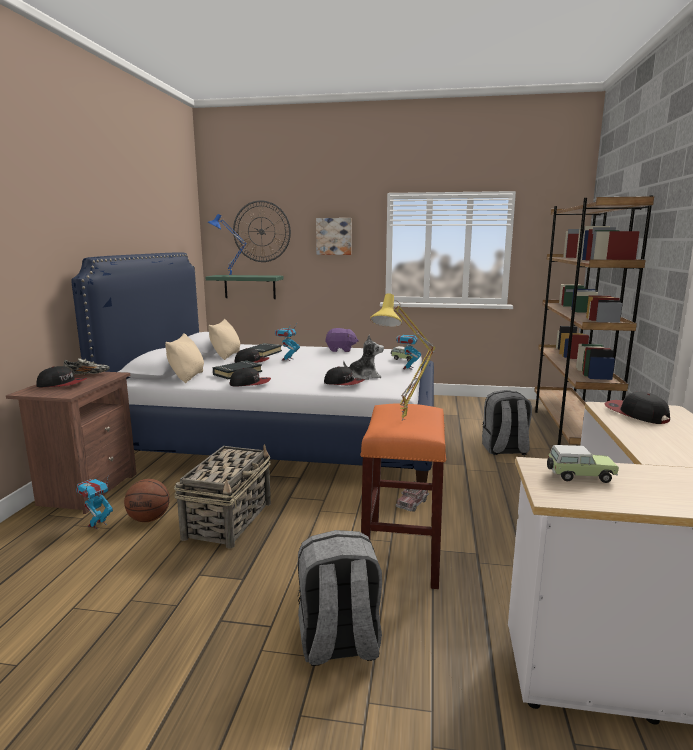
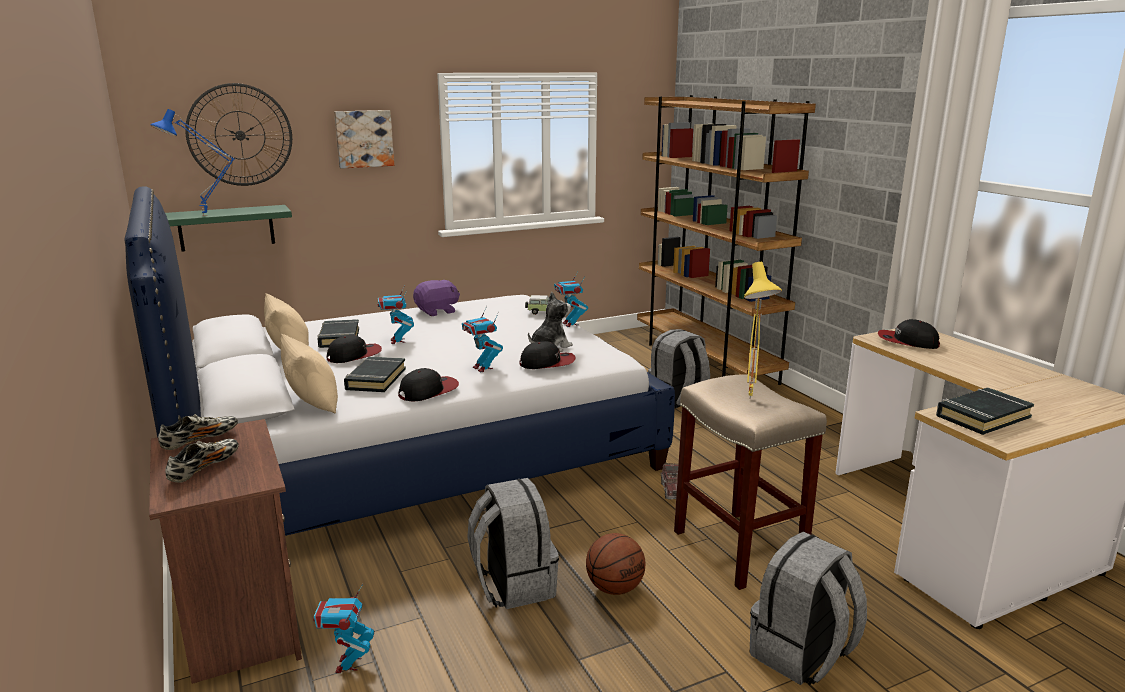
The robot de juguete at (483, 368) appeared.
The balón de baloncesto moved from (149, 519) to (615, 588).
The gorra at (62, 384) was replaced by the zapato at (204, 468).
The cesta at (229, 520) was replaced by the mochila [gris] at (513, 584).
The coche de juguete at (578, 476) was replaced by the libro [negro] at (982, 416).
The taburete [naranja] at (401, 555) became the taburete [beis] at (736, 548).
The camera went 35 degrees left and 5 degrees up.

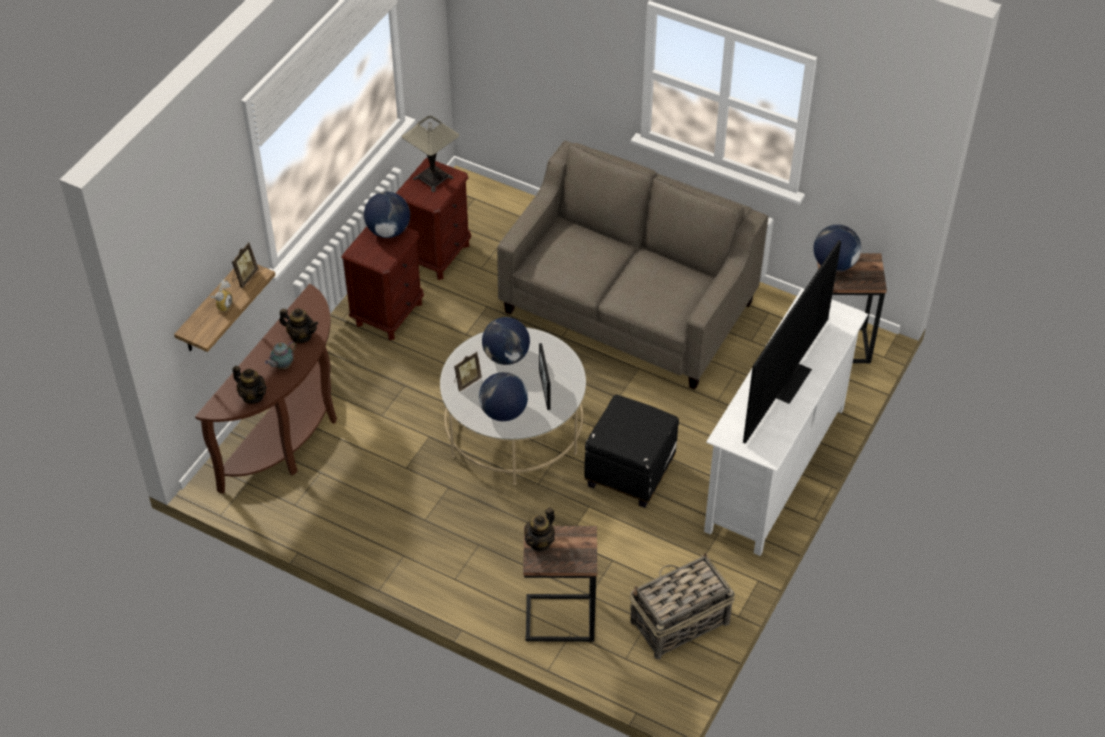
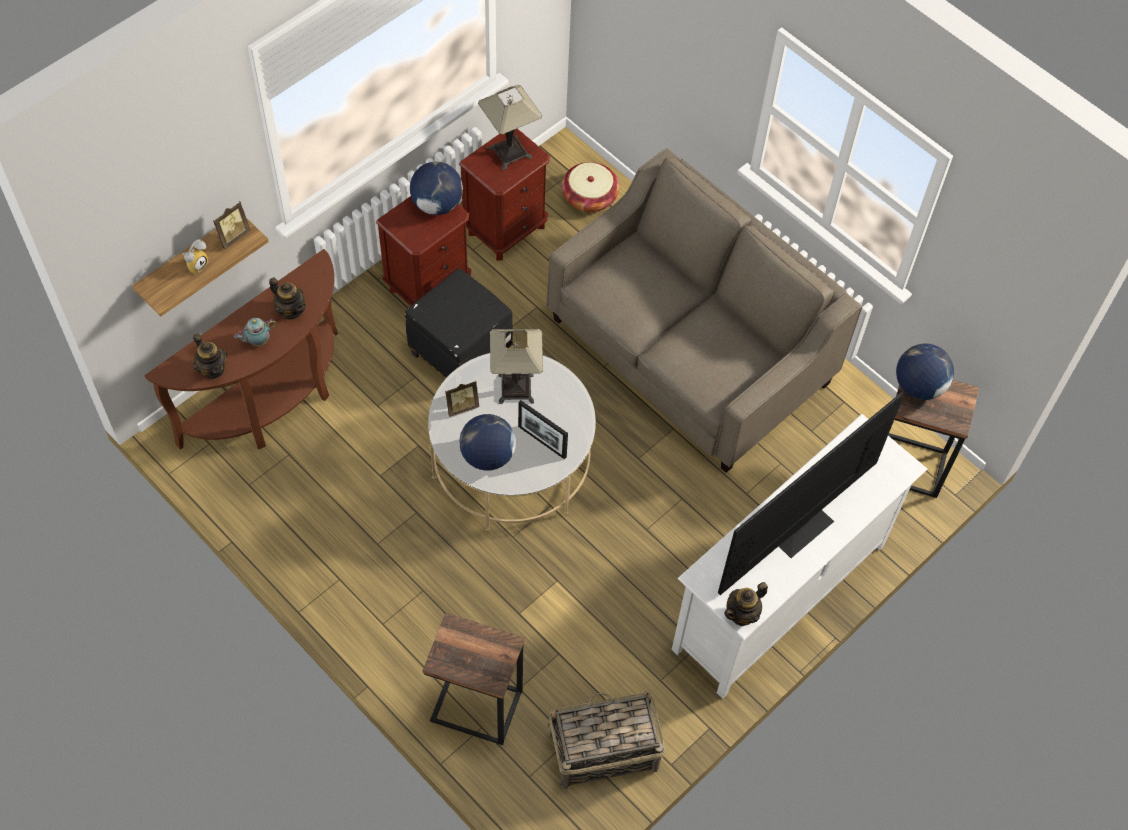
The cesta at (589, 197) appeared.
The tetera moved from (540, 542) to (742, 614).
The puf [negro] moved from (629, 471) to (460, 351).
The globo terráqueo at (506, 356) was replaced by the lámpara de mesa at (516, 388).
The portarretratos at (544, 390) turned 60 degrees counterclockwise.
The camera went 15 degrees right and 10 degrees up.

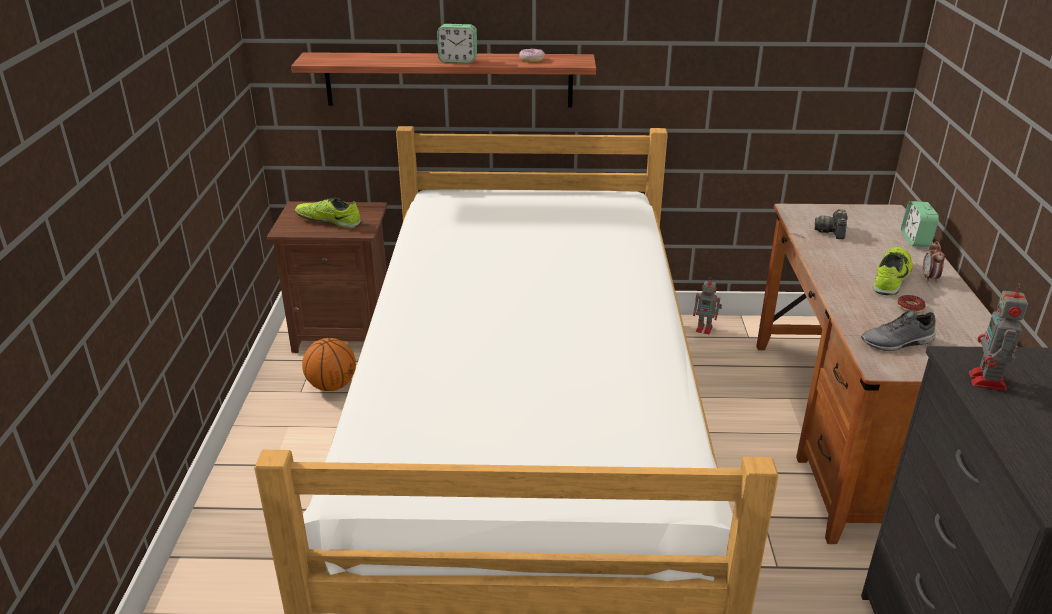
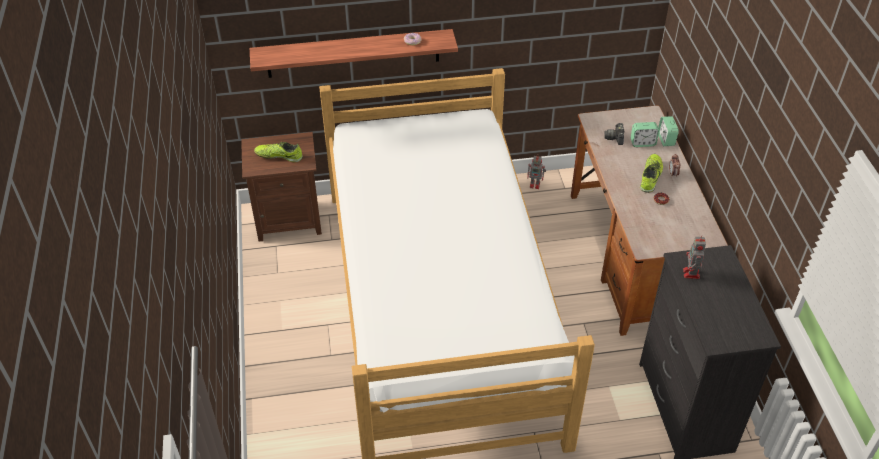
The balón de baloncesto at (332, 385) disappeared.
The zapato [gris] at (897, 343) disappeared.
The despertador moved from (458, 60) to (642, 143).
The camera went 10 degrees left and 15 degrees up.

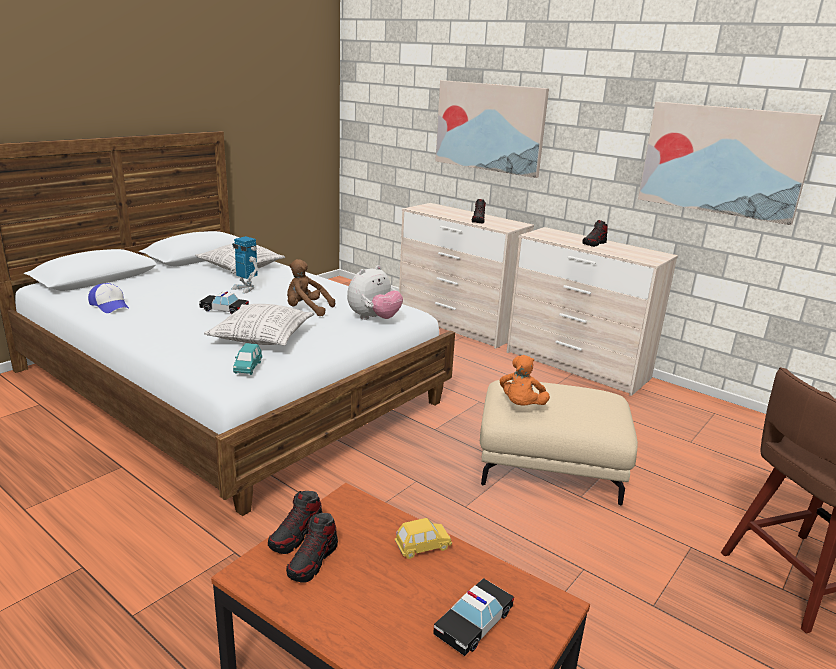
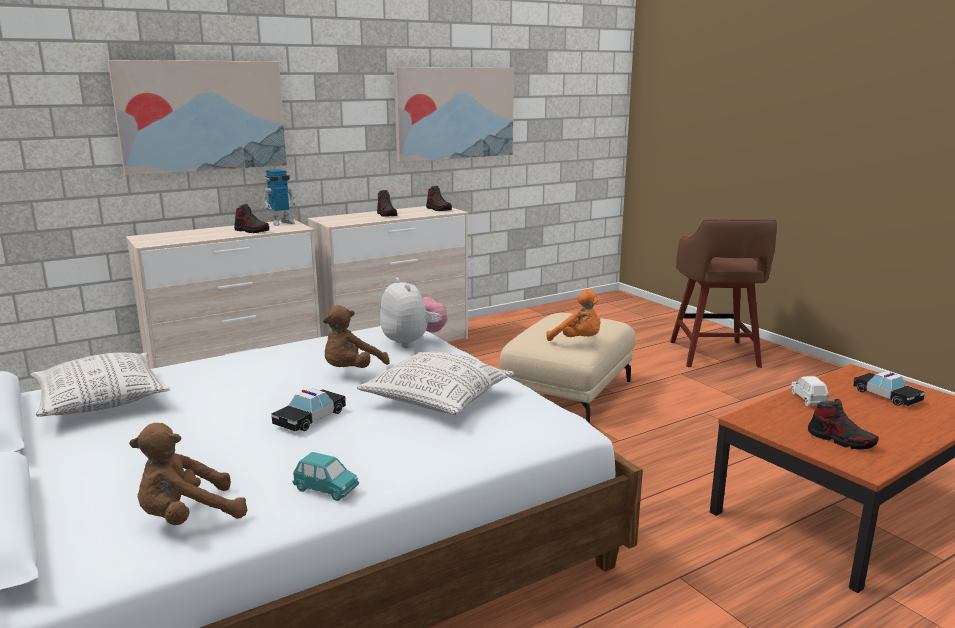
The robot de juguete moved from (245, 289) to (281, 223).
The coche de juguete [turquesa] moved from (248, 368) to (326, 489).
The zapato moved from (296, 535) to (438, 209).
The gorra at (110, 305) was replaced by the peluche [marrón] at (188, 518).
The coche de juguete [amarillo] at (422, 547) became the coche de juguete [blanco] at (808, 399).
The camera went 70 degrees left and 5 degrees down.

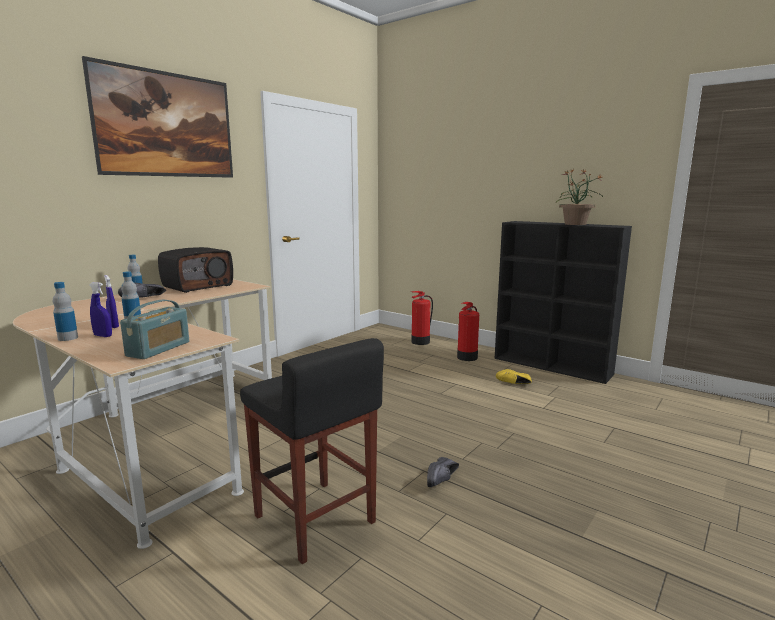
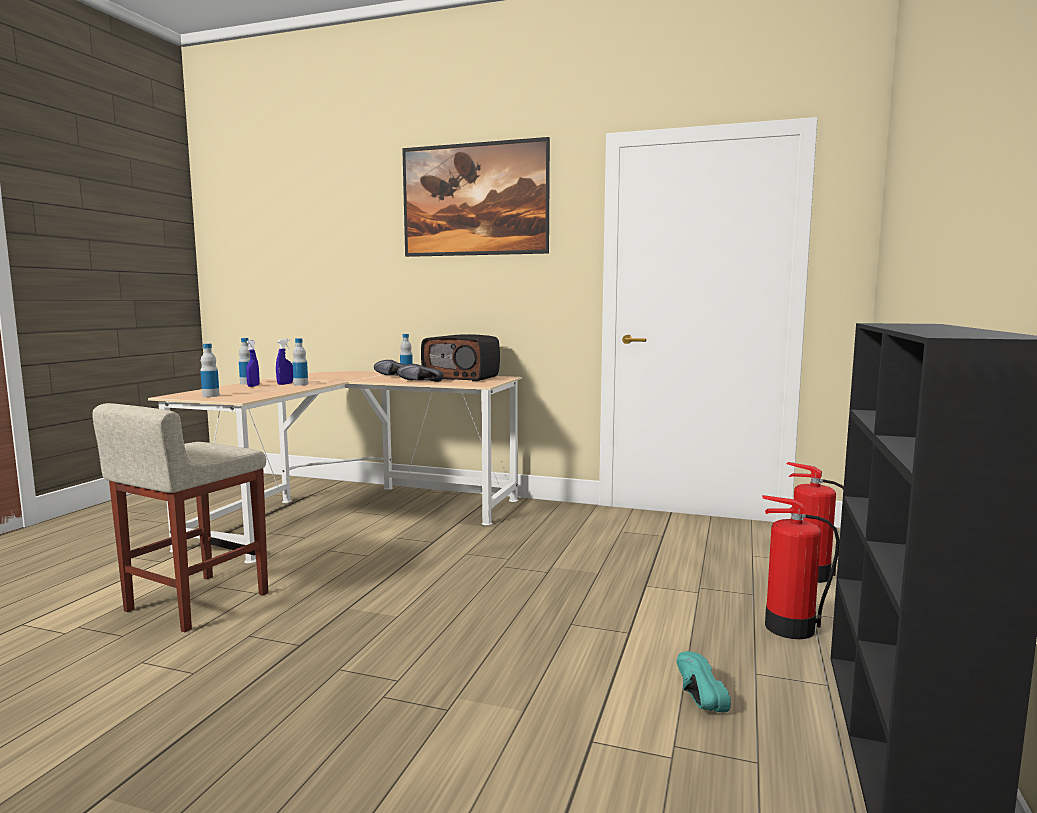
The planta en maceta at (575, 224) disappeared.
The zapato [negro] moved from (443, 480) to (420, 382).
The radio at (158, 349) was replaced by the botella at (210, 396).
The taburete [negro] at (315, 520) became the taburete [beis] at (195, 602).
The zapato [amarillo] at (514, 384) became the zapato [turquesa] at (694, 695).
The camera went 70 degrees right and 5 degrees down.

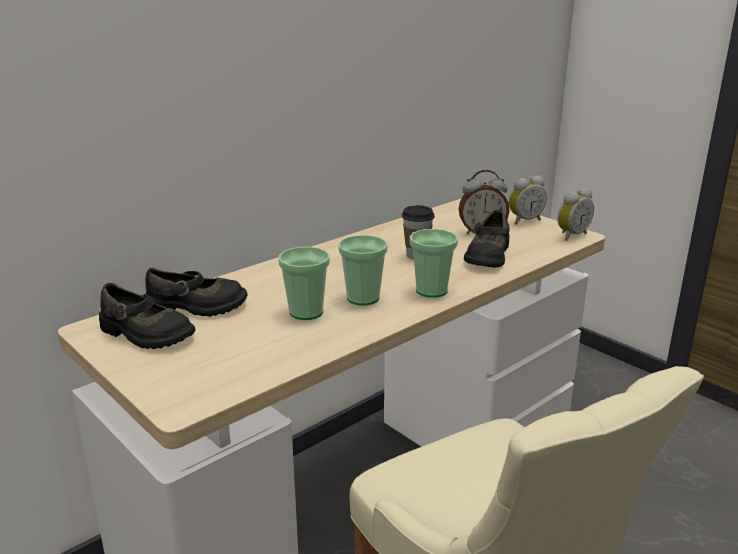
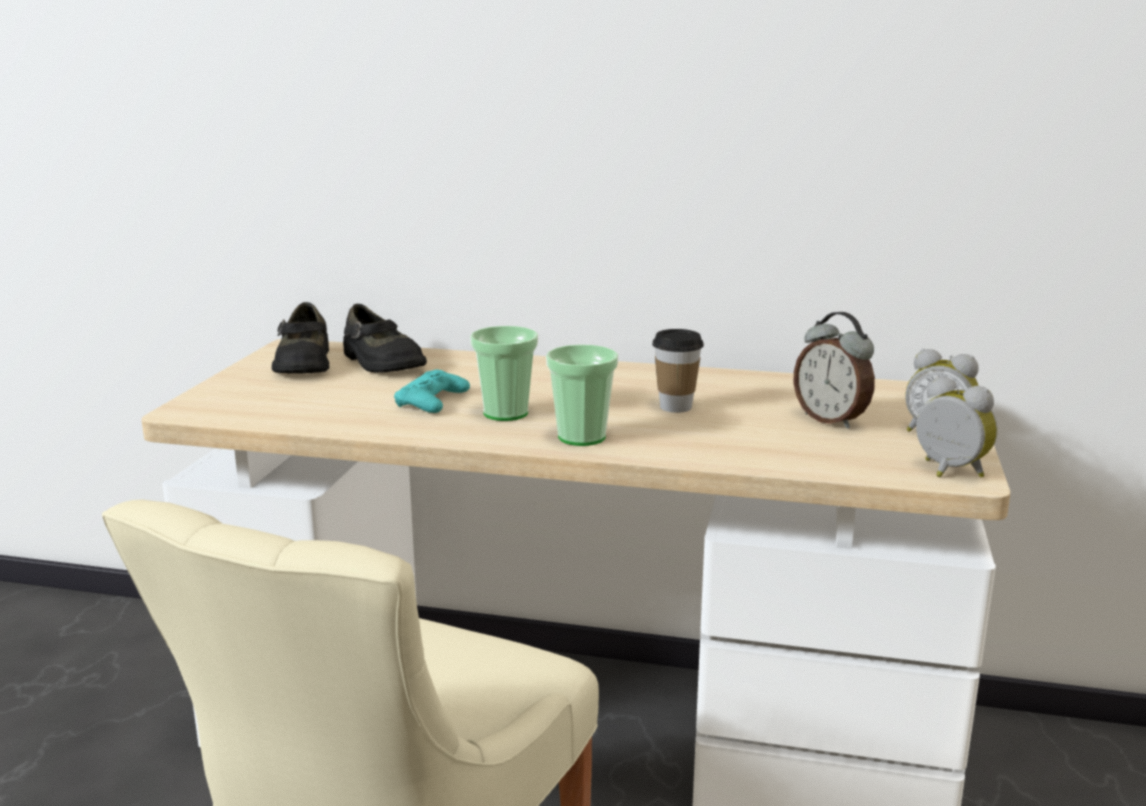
The zapato [negro] at (487, 255) disappeared.
The taza at (306, 312) was replaced by the mando de consola [turquesa] at (432, 400).
The despertador at (571, 235) turned 150 degrees counterclockwise.
The camera went 55 degrees right and 5 degrees down.

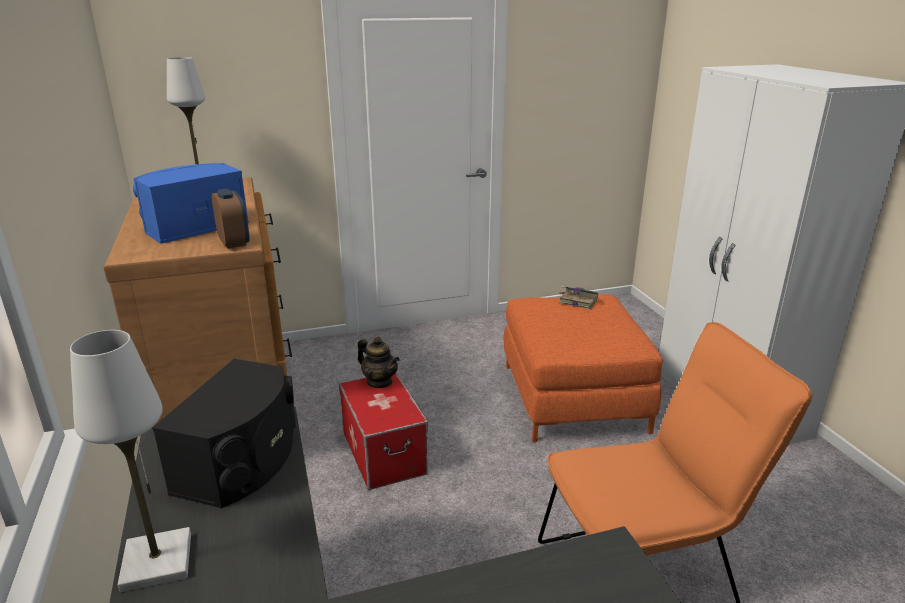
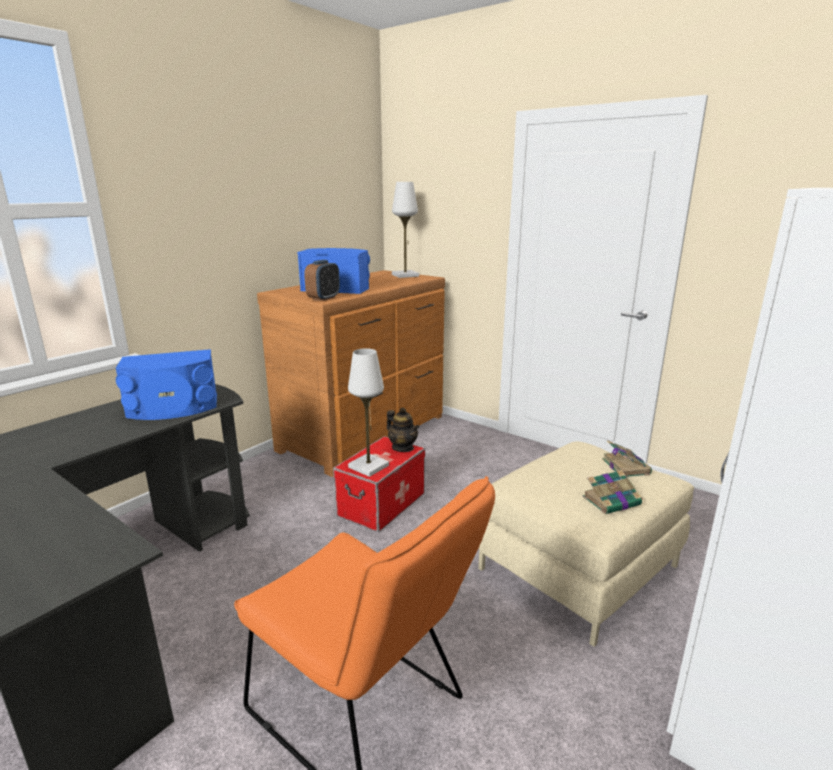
The libro at (612, 501) appeared.
The lámpara de mesa [blanco] moved from (157, 561) to (368, 466).
The altavoz [negro] at (243, 461) became the altavoz [azul] at (173, 408).
The puf [naranja] at (574, 397) became the puf [beis] at (579, 568).
The tetera at (379, 382) turned 45 degrees counterclockwise.
The camera went 55 degrees right and 5 degrees down.

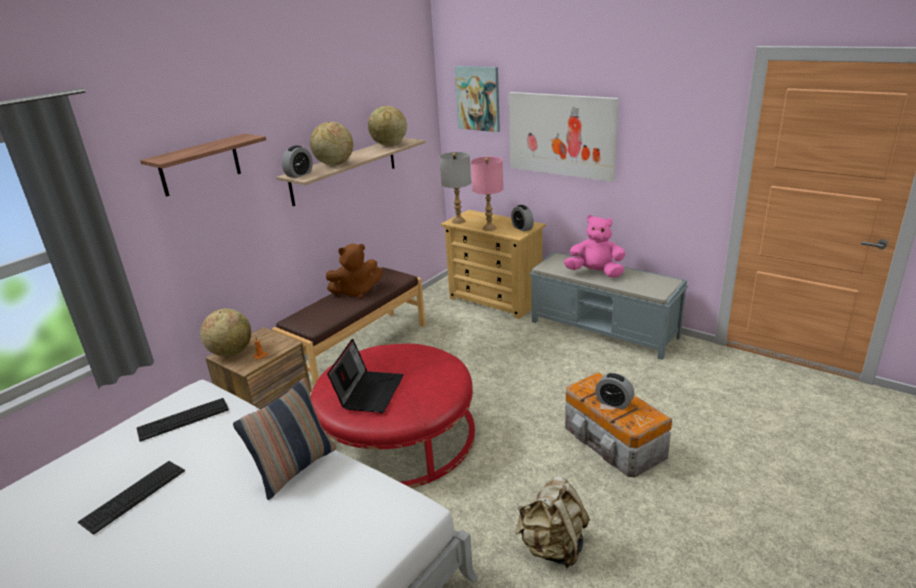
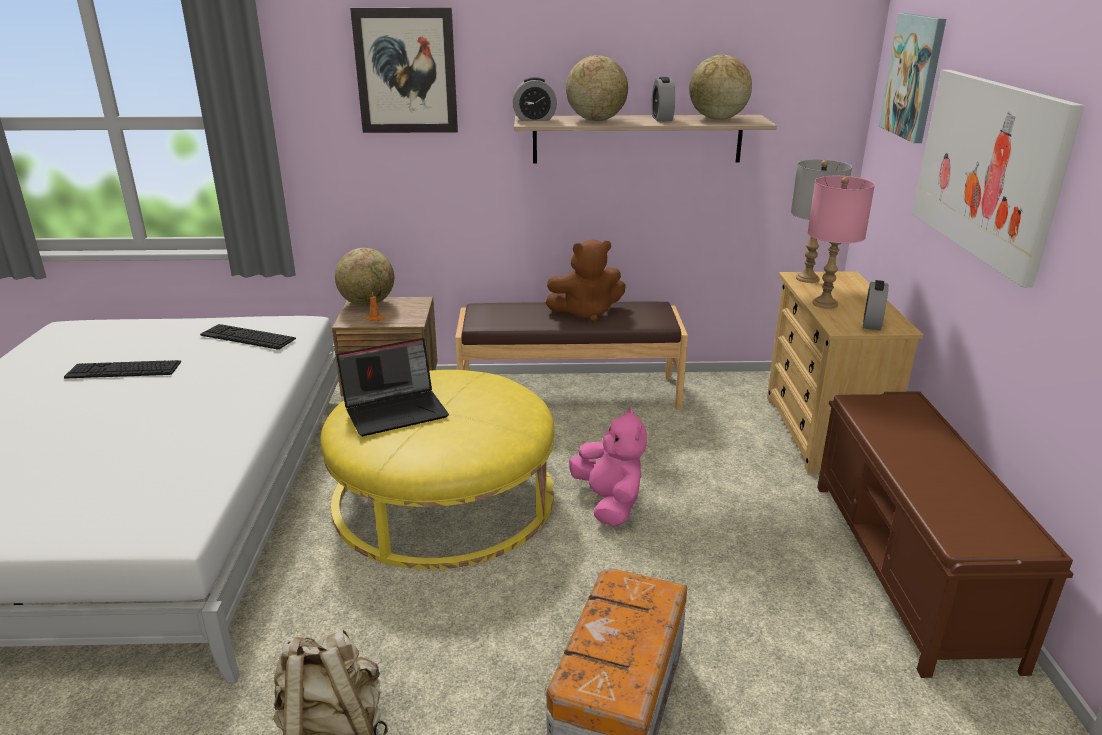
The cojín at (295, 468) disappeared.
The peluche [rosa] moved from (595, 273) to (609, 503).
The despertador moved from (613, 403) to (662, 119).
The estante at (200, 165) was replaced by the cuadro at (406, 71).
The puf [rojo] at (398, 435) became the puf [amarillo] at (444, 496).
The banco [gris] at (604, 329) became the banco [marrón] at (909, 569).
The peluche [marrón] at (356, 292) turned 45 degrees counterclockwise.
The camera went 50 degrees right and 0 degrees up.

